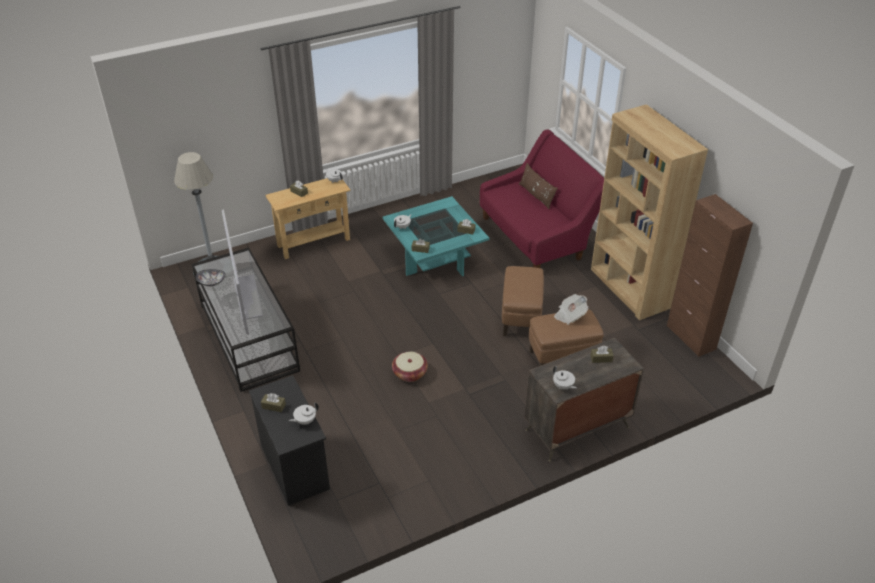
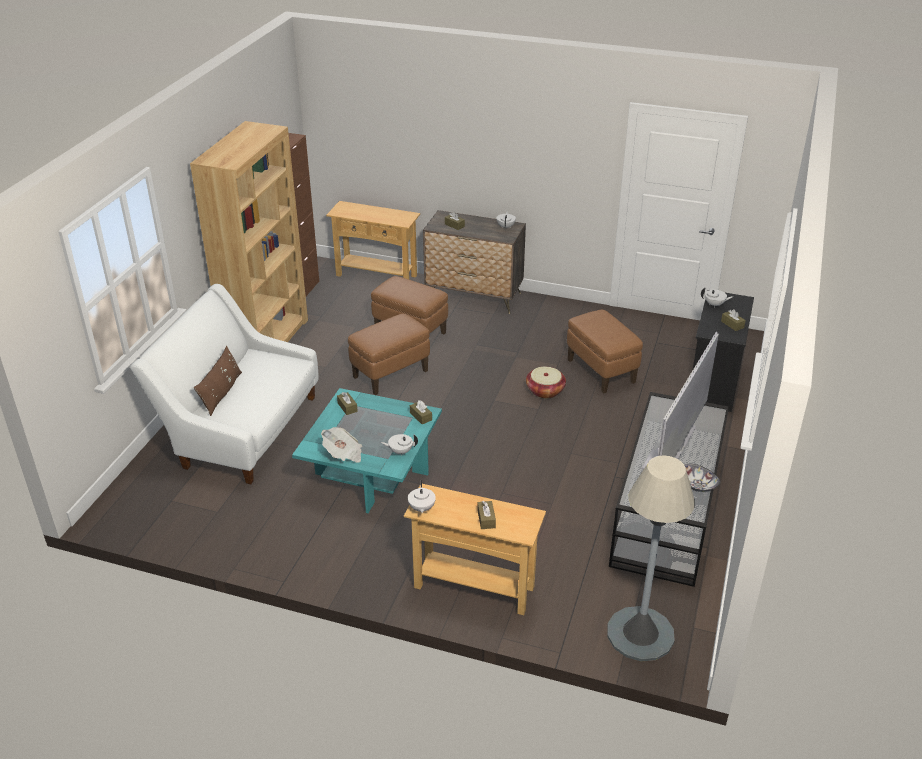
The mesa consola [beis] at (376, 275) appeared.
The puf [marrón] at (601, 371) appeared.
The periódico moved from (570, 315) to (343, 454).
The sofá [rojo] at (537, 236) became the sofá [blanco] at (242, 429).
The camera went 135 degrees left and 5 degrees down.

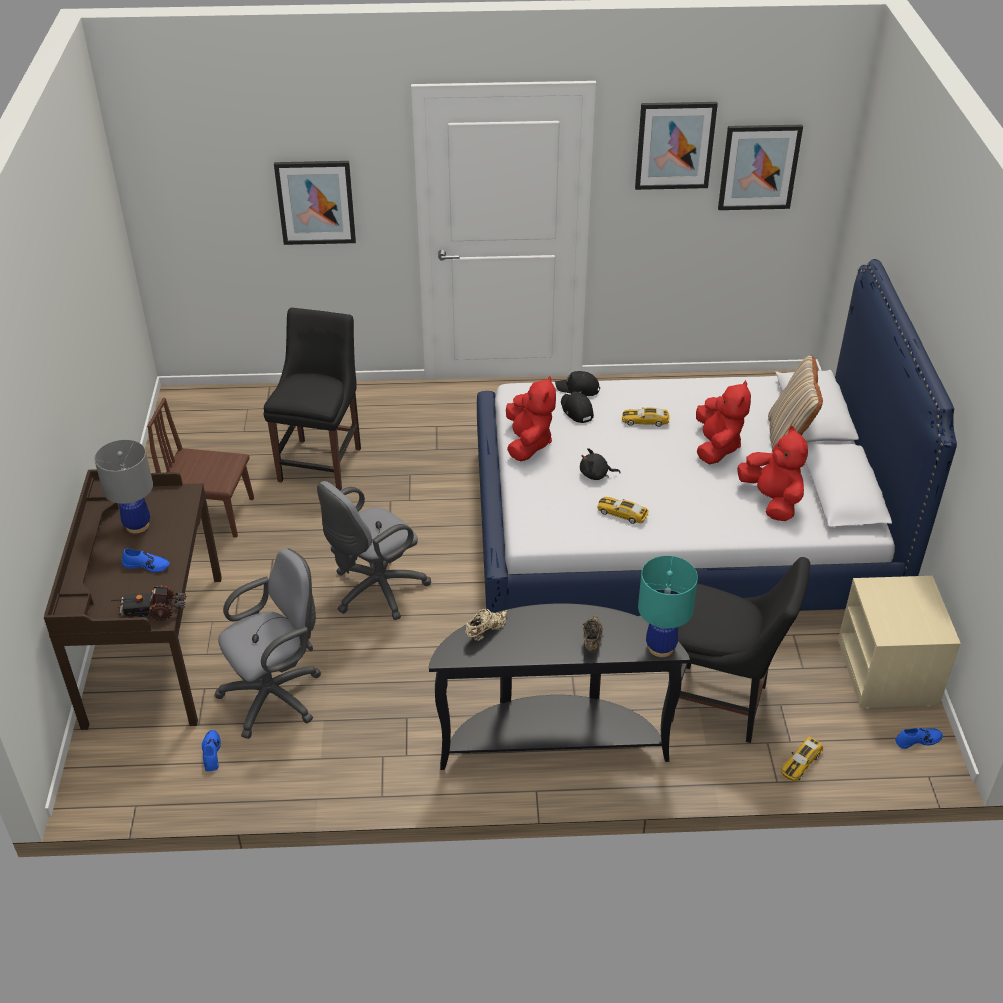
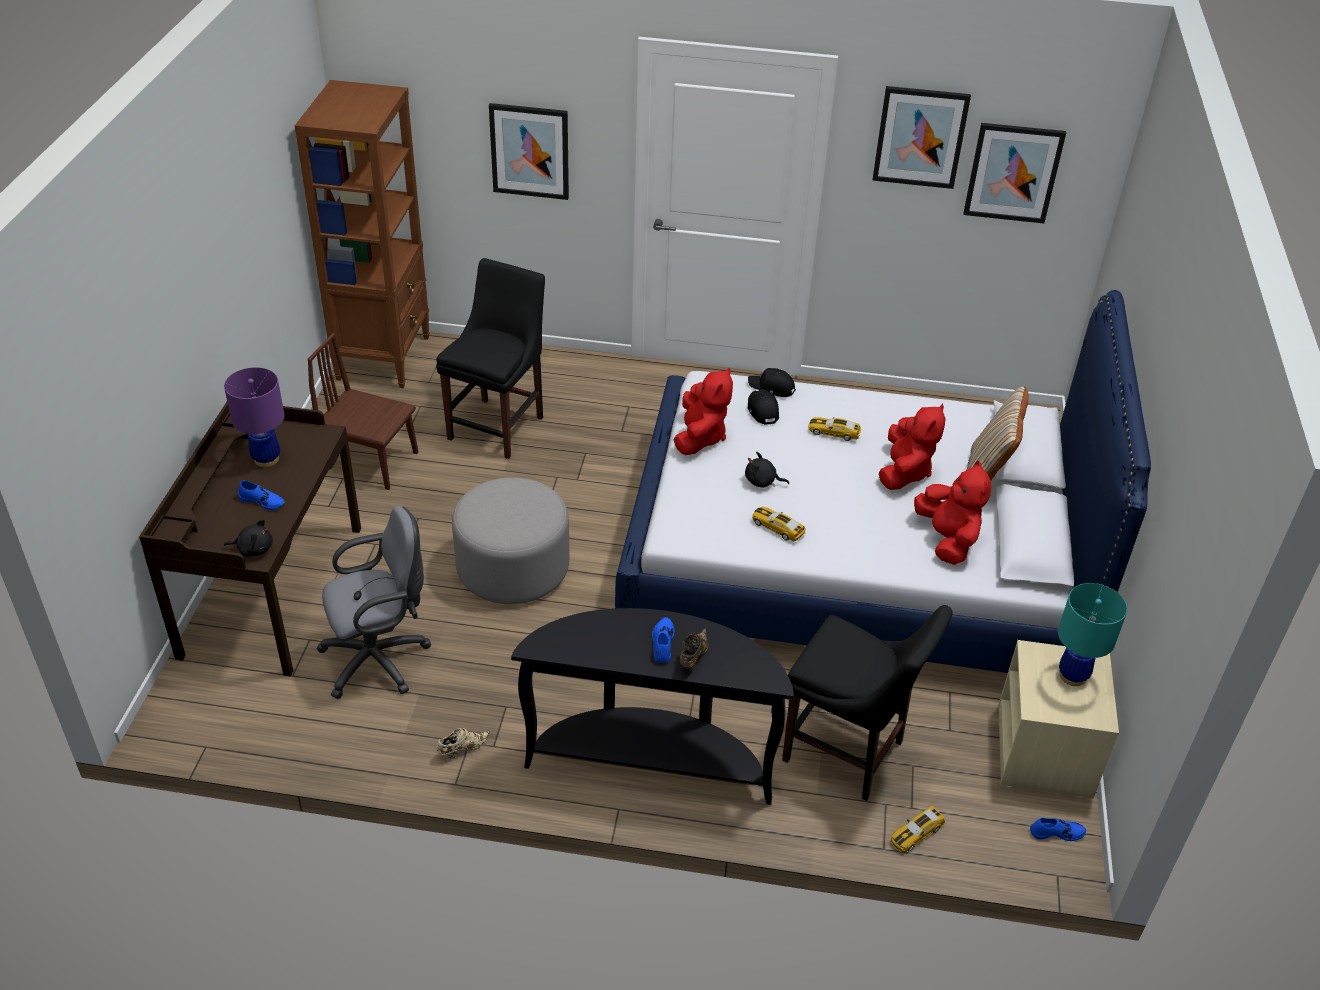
The estantería [marrón] at (384, 357) appeared.
The zapato [azul] moved from (211, 753) to (662, 643).
The zapato [beis] moved from (485, 631) to (462, 749).
The lámpara de mesa [turquesa] moved from (660, 647) to (1072, 676).
The camión de juguete at (153, 611) was replaced by the peluche [negro] at (253, 549).
The silla de oficina [gris] at (375, 591) was replaced by the puf [gris] at (512, 568).
The lámpara de mesa [gris] at (137, 526) became the lámpara de mesa [morado] at (266, 459).
The camera went 10 degrees right and 0 degrees up.

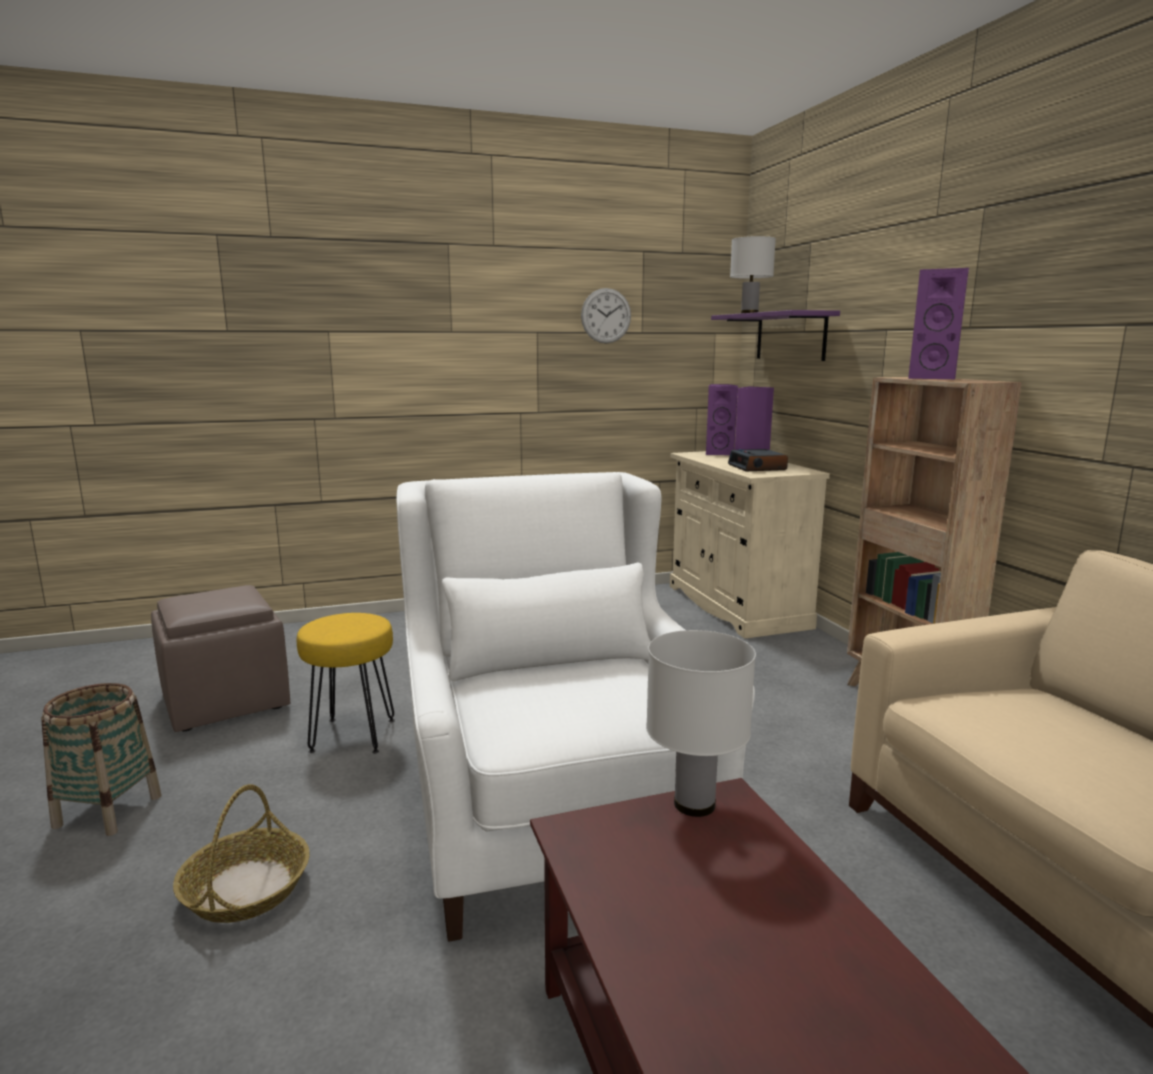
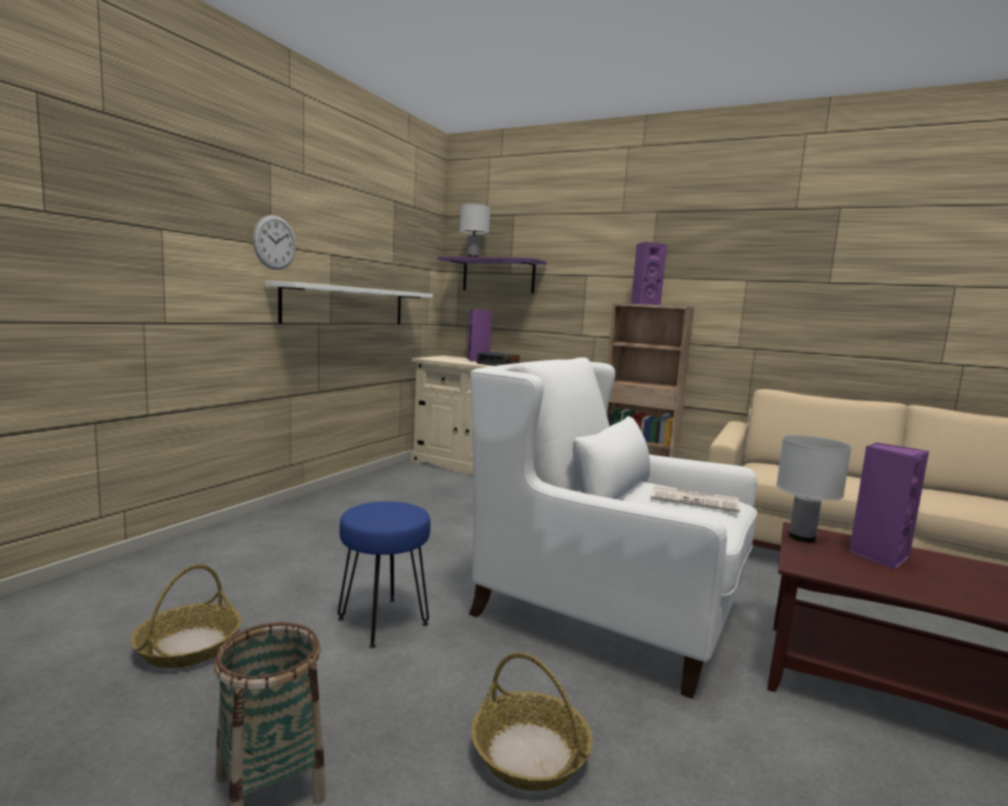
The estante [blanco] at (346, 305) appeared.
The periódico at (695, 500) appeared.
The reloj de pared moved from (606, 316) to (274, 242).
The altavoz [morado] moved from (718, 453) to (878, 556).
The puf [marrón] at (227, 700) was replaced by the cesta at (189, 646).
The taburete [amarillo] at (354, 735) became the taburete [azul] at (383, 621).
The camera went 45 degrees left and 5 degrees down.

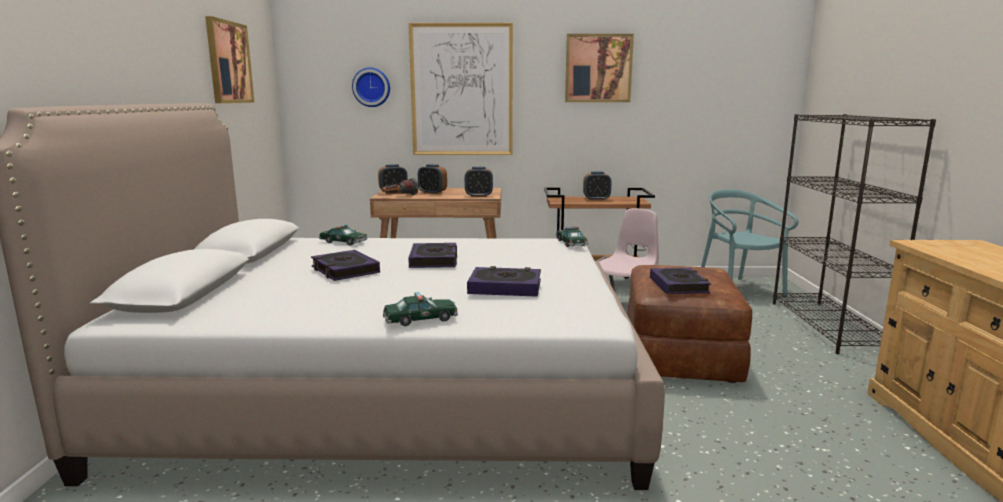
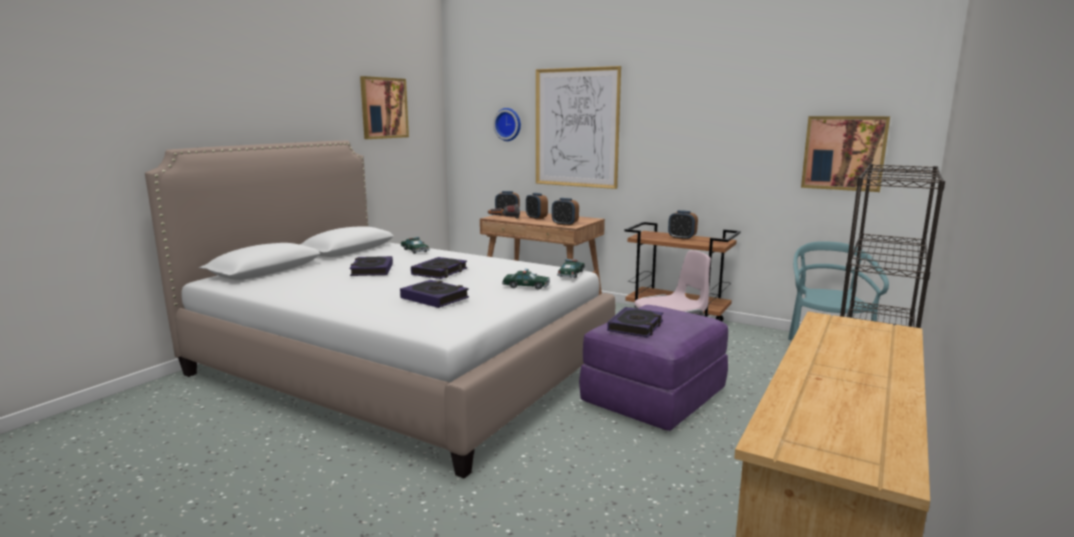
The coche de juguete moved from (420, 319) to (526, 286).
The cuadro moved from (598, 68) to (844, 153).
The puf [marrón] at (681, 356) became the puf [morado] at (654, 398).
The camera went 30 degrees right and 0 degrees up.

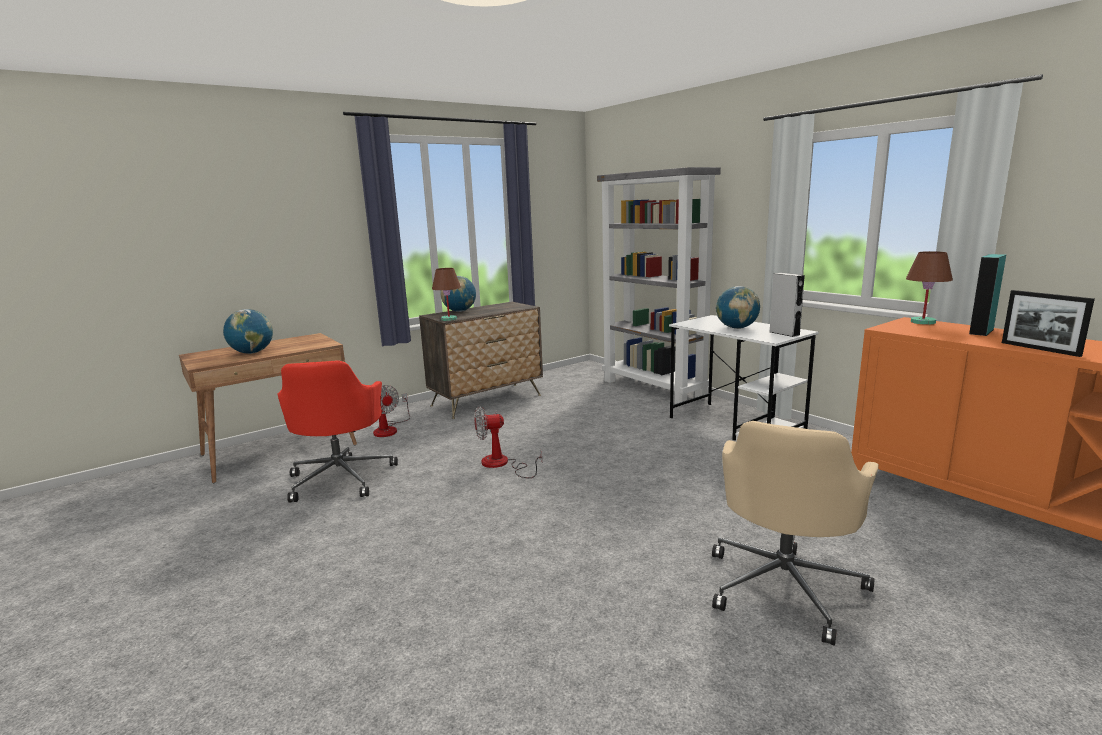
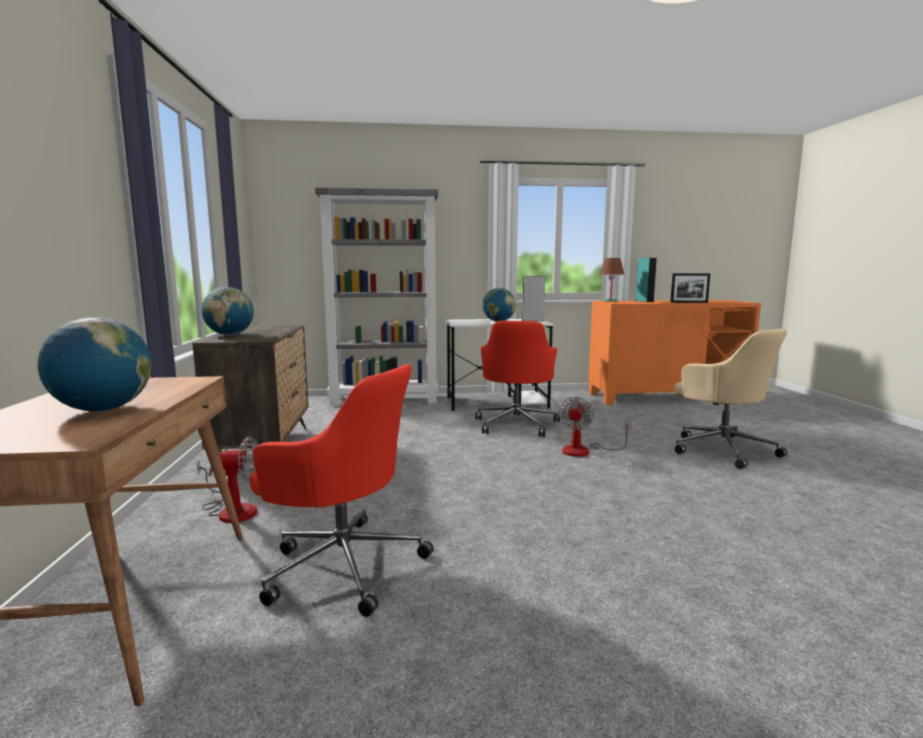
The lámpara de mesa [marrón] at (449, 319) disappeared.
The silla de oficina [rojo] at (516, 424) appeared.
The ventilador moved from (502, 464) to (584, 451).
The camera went 60 degrees left and 5 degrees down.

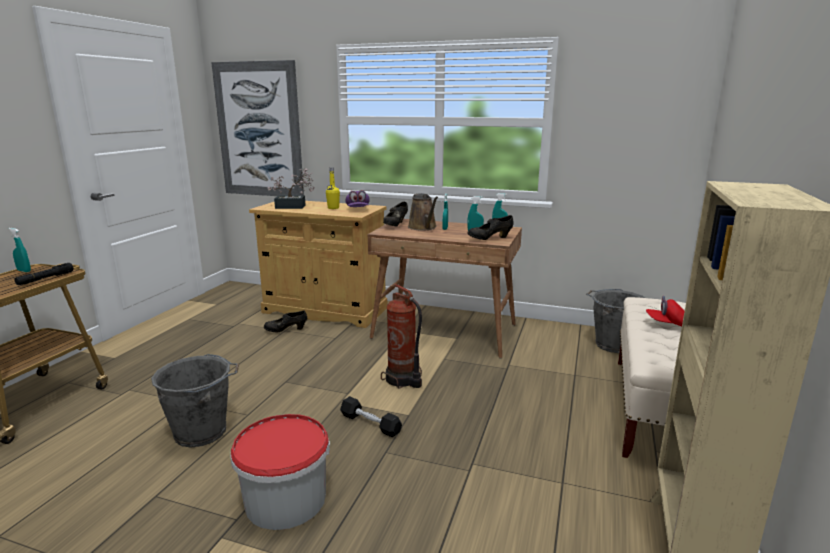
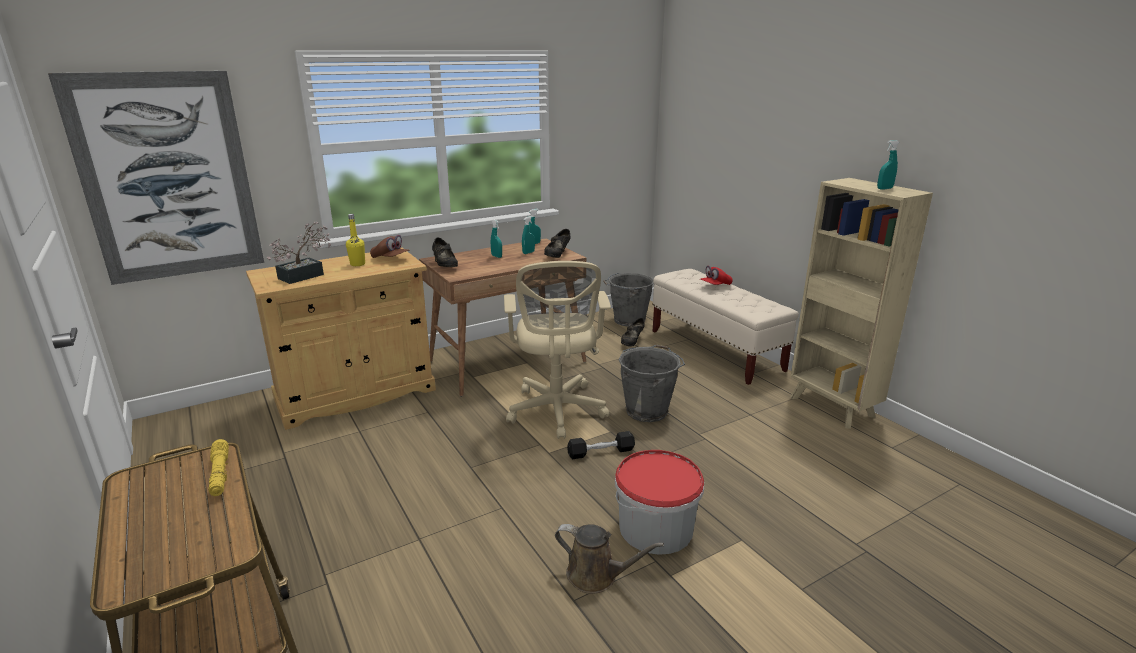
The pulverizador [turquesa] moved from (24, 271) to (884, 188).
The cubo [gris] moved from (203, 432) to (647, 410).
The zapato [negro] moved from (286, 330) to (632, 342).
The regadera [marrón] moved from (423, 227) to (596, 576).
The extintor at (402, 380) was replaced by the silla de oficina [beis] at (557, 412).
The linterna [negro] at (45, 279) became the linterna [amarillo] at (220, 473).
The gorra [morado] at (358, 209) became the gorra [marrón] at (390, 259).
The camera went 50 degrees left and 5 degrees up.

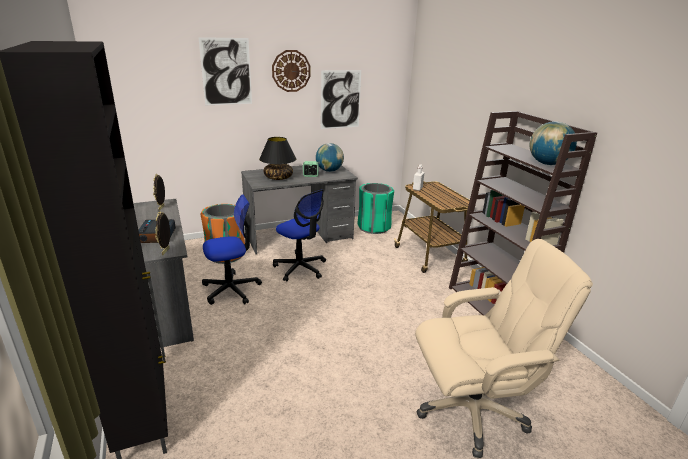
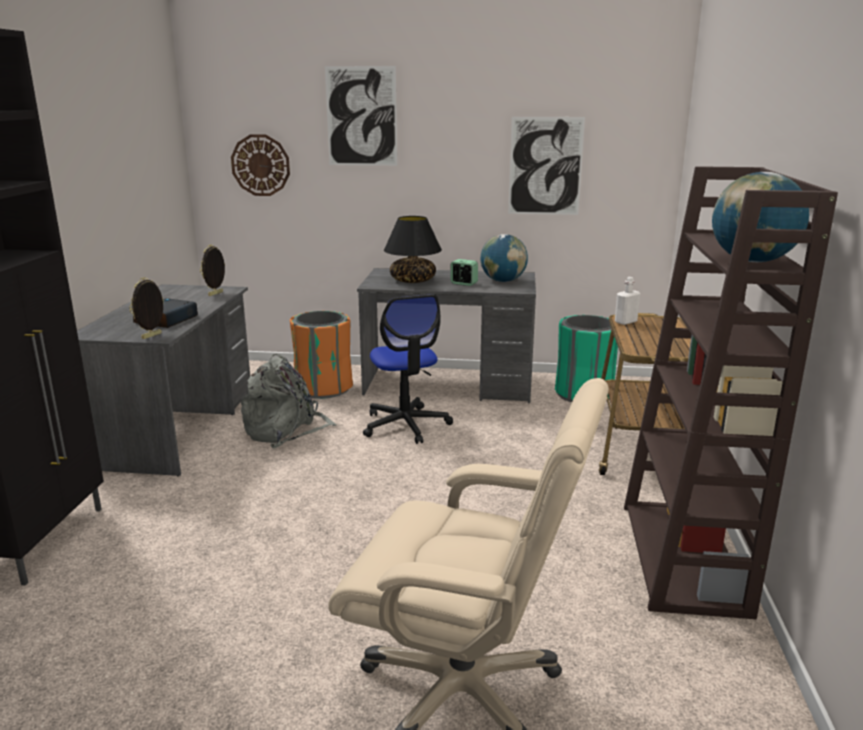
The reloj de pared moved from (291, 71) to (260, 165).
The silla de oficina at (231, 289) was replaced by the mochila [gris] at (286, 430).
The camera went 30 degrees right and 5 degrees down.

